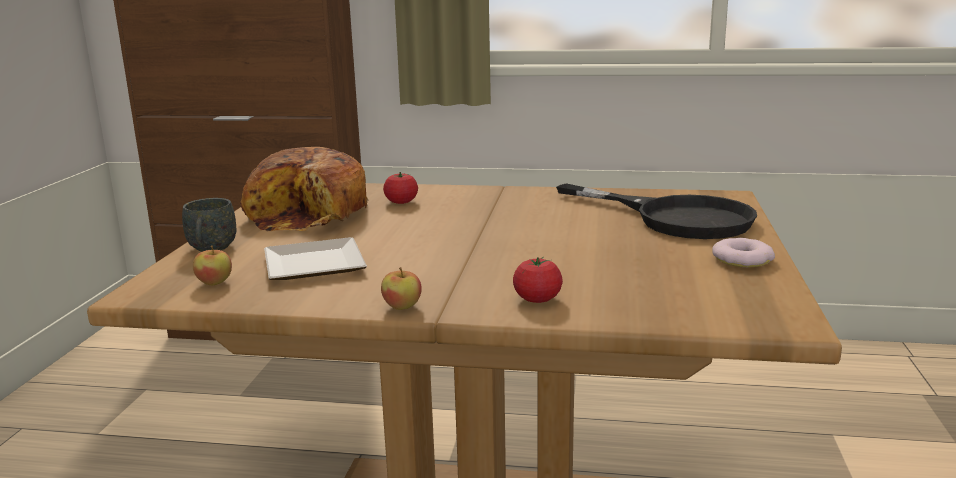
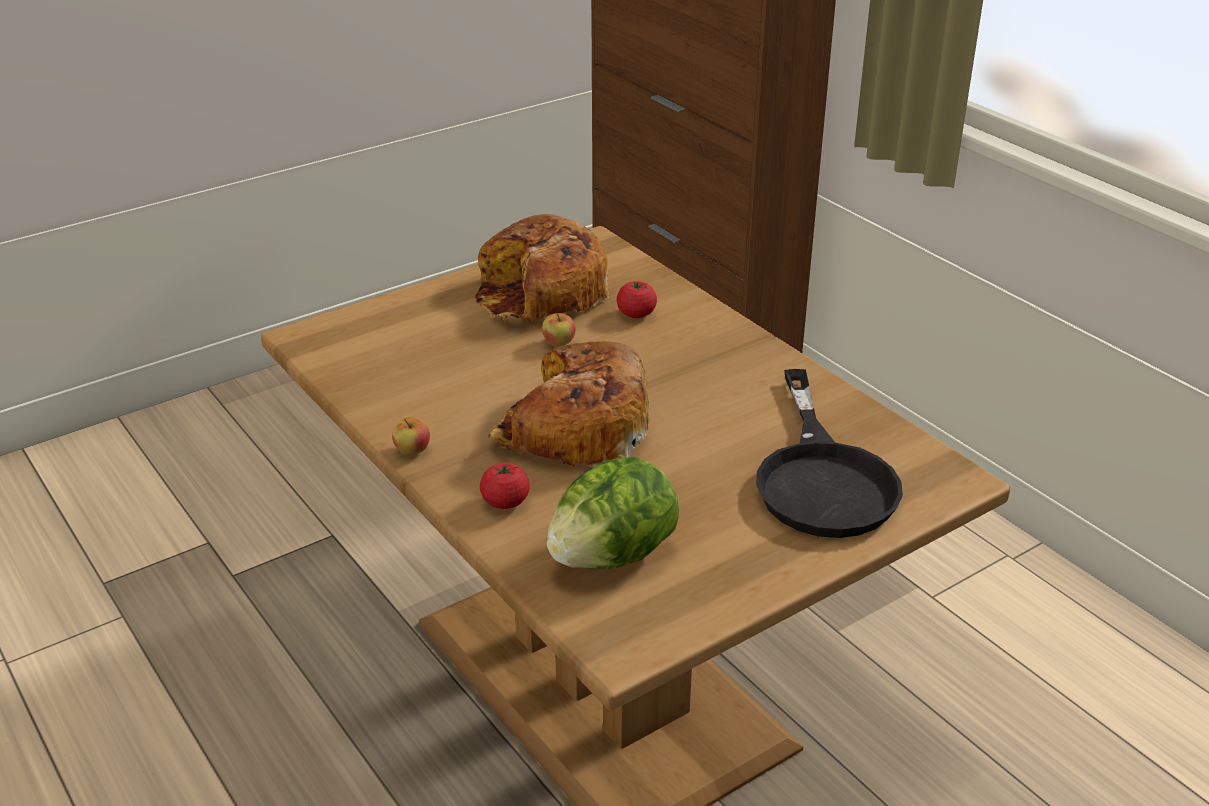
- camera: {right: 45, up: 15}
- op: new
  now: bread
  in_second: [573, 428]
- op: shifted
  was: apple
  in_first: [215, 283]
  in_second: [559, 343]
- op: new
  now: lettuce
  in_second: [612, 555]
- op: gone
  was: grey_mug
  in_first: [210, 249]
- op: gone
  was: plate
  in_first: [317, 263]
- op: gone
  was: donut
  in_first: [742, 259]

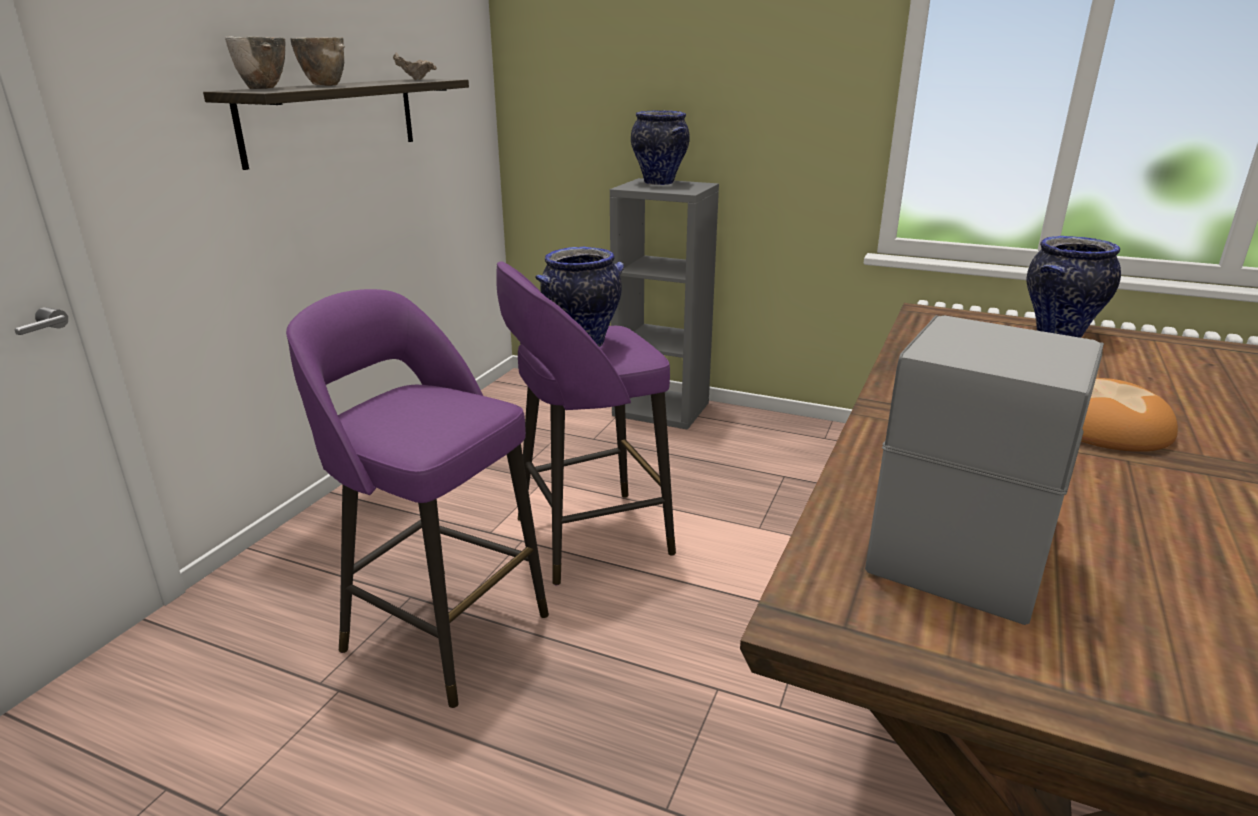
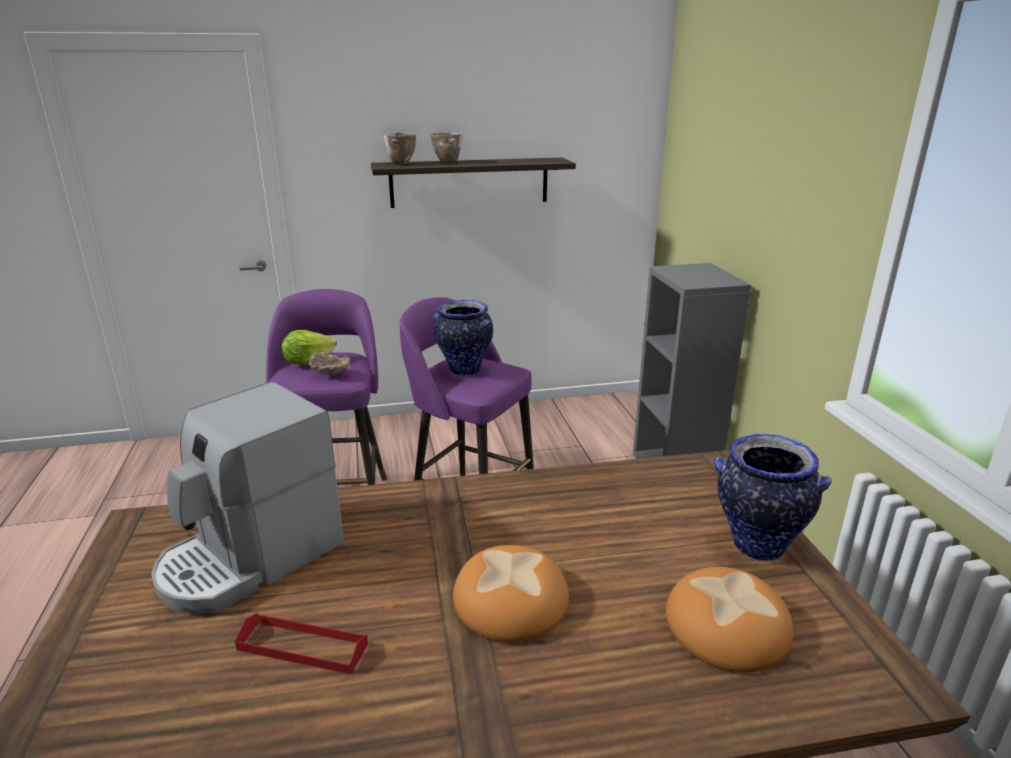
- camera: {right: 55, up: 0}
- op: rotated
  was: coffee_machine
  in_first: [967, 539]
  in_second: [250, 559]
  clockwise: 135
- op: new
  now: red_tray
  in_second: [302, 647]
- op: new
  now: lettuce
  in_second: [308, 362]
- op: shifted
  was: beige_bowl
  in_first: [416, 80]
  in_second: [331, 375]
- op: new
  now: bread
  in_second: [725, 625]
- op: gone
  was: vase
  in_first: [659, 183]

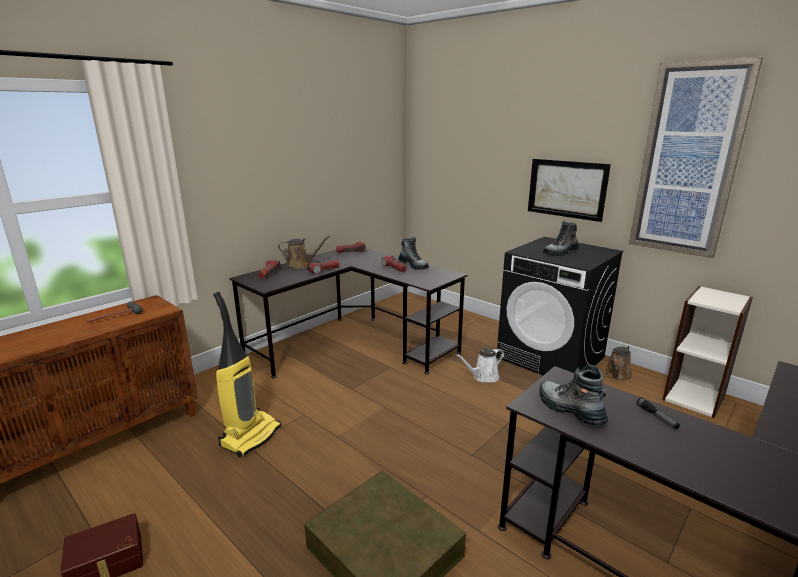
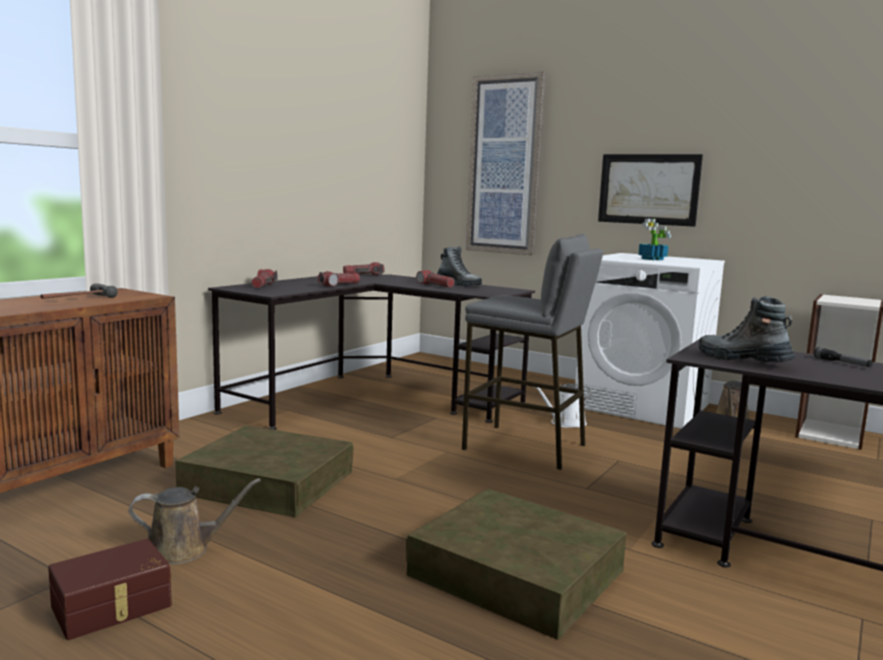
- camera: {right: -10, up: -10}
- op: shifted
  was: brown_watering_can
  in_first: [301, 265]
  in_second: [184, 550]
- op: swapped
  was: vacuum_cleaner
  now: brown_storage_box
  in_first: [250, 436]
  in_second: [268, 482]
- op: new
  now: grey_stool
  in_second: [525, 447]
- op: shifted
  was: picture
  in_first: [688, 161]
  in_second: [505, 165]
- op: repainted
  was: black_washing_machine
  now: white_washing_machine
  in_first: [551, 357]
  in_second: [643, 406]
- op: swapped
  was: boot
  now: potted_plant
  in_first: [560, 252]
  in_second: [653, 259]

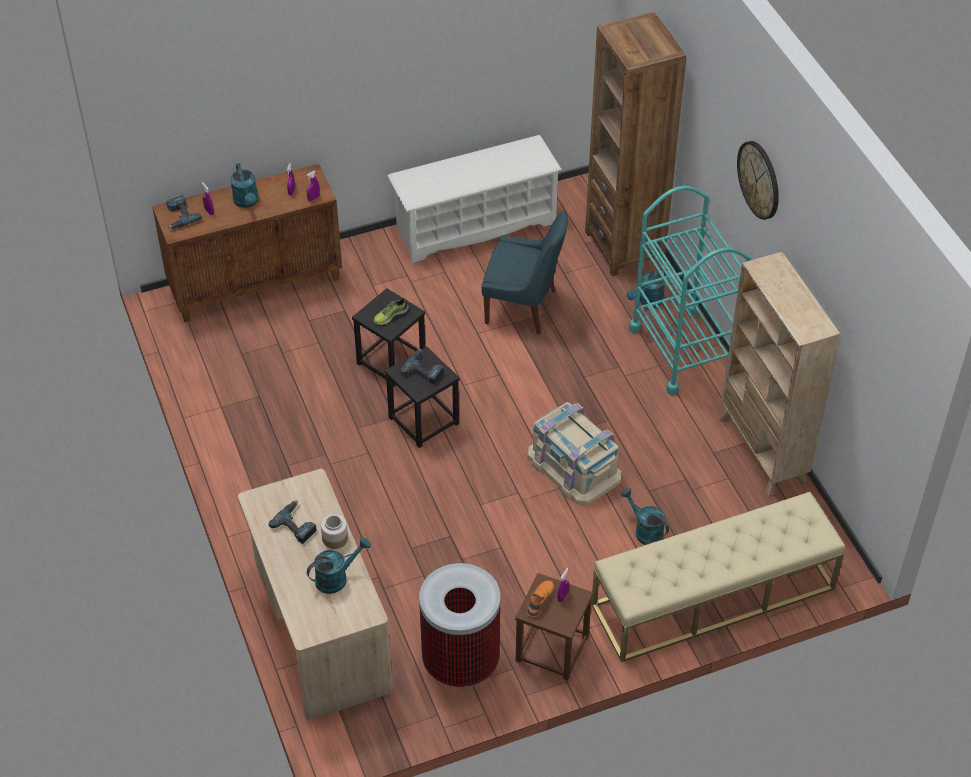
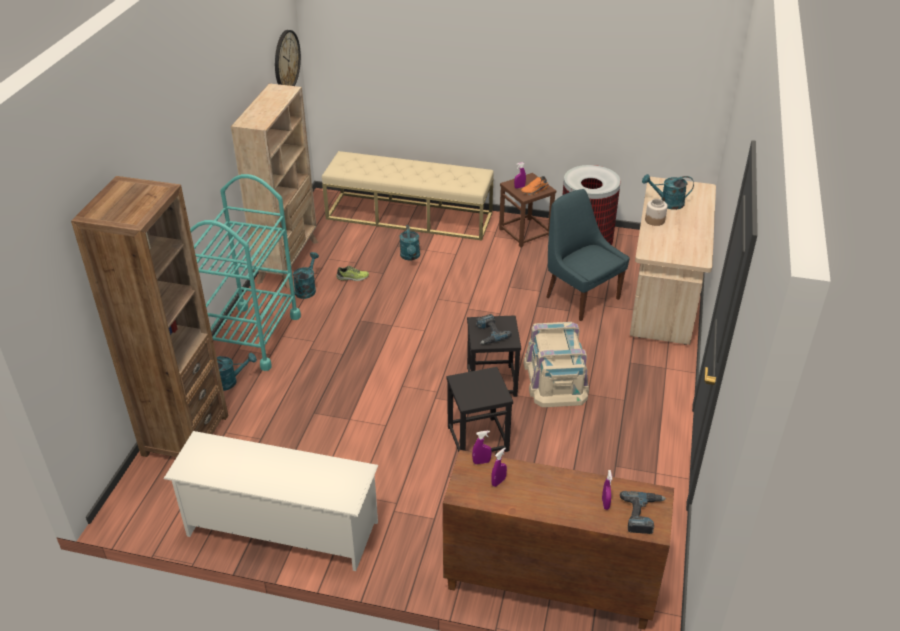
- camera: {right: -145, up: -10}
- op: shifted
  was: wall_clock
  in_first: [759, 179]
  in_second: [286, 60]
- op: shifted
  was: turquoise_watering_can
  in_first: [247, 202]
  in_second: [307, 289]
- op: shifted
  was: shoe
  in_first: [390, 315]
  in_second: [352, 278]
- op: shifted
  was: beige_storage_box
  in_first: [573, 466]
  in_second: [555, 378]
- op: shifted
  was: blue_chair
  in_first: [524, 308]
  in_second: [580, 296]
- op: gone
  was: power_drill
  in_first: [296, 524]

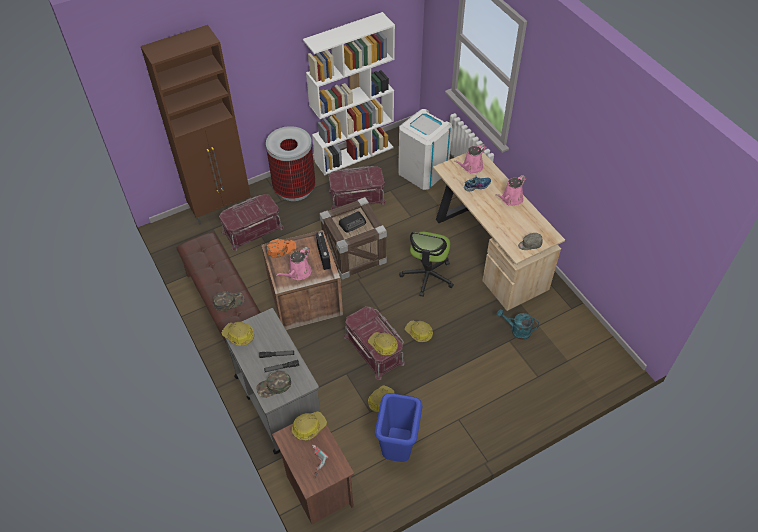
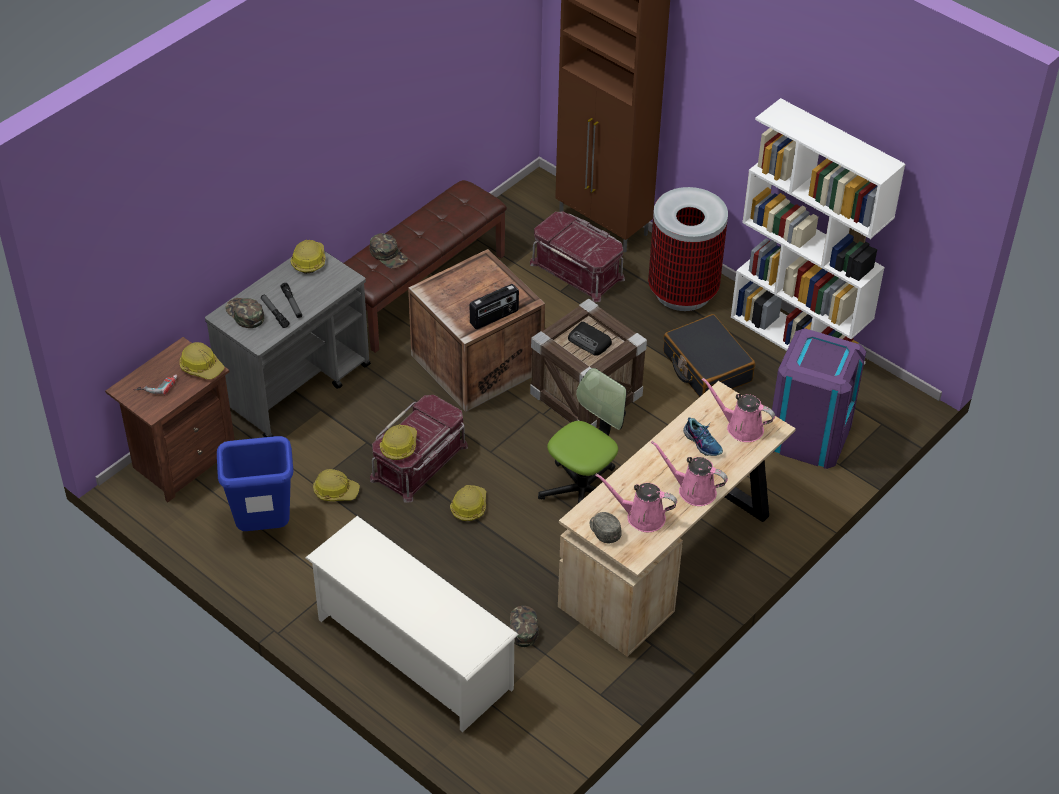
- camera: {right: 70, up: -5}
- op: new
  now: white_shoe_rack
  in_second: [413, 653]
- op: swapped
  was: turquoise_watering_can
  now: green_cap
  in_first: [517, 331]
  in_second: [523, 627]
- op: rotated
  was: office_chair
  in_first: [427, 276]
  in_second: [583, 492]
  clockwise: 135
- op: shifted
  was: pink_watering_can
  in_first: [298, 273]
  in_second: [641, 516]
- op: swapped
  was: red_storage_box
  now: black_suitcase
  in_first: [357, 196]
  in_second: [706, 367]
- op: repainted
  was: white_trash_can
  now: purple_trash_can
  in_first: [423, 171]
  in_second: [808, 435]
- op: gone
  was: orange_cap
  in_first: [281, 249]

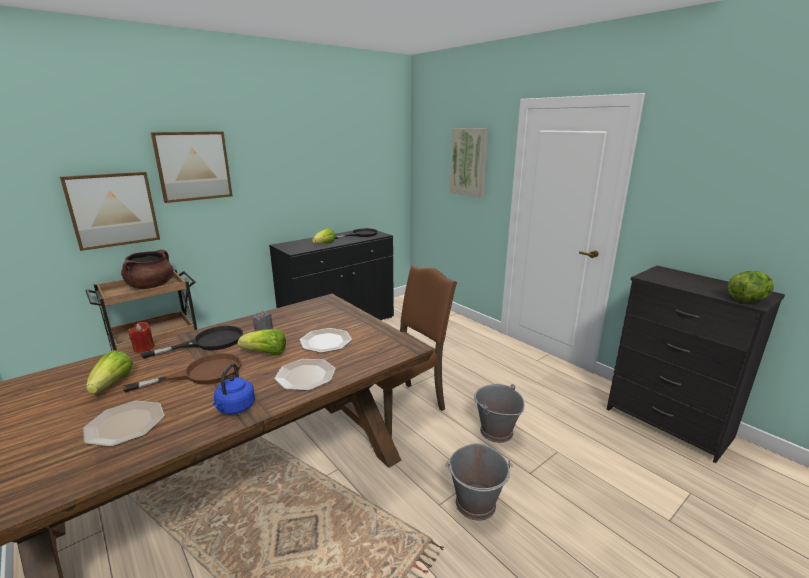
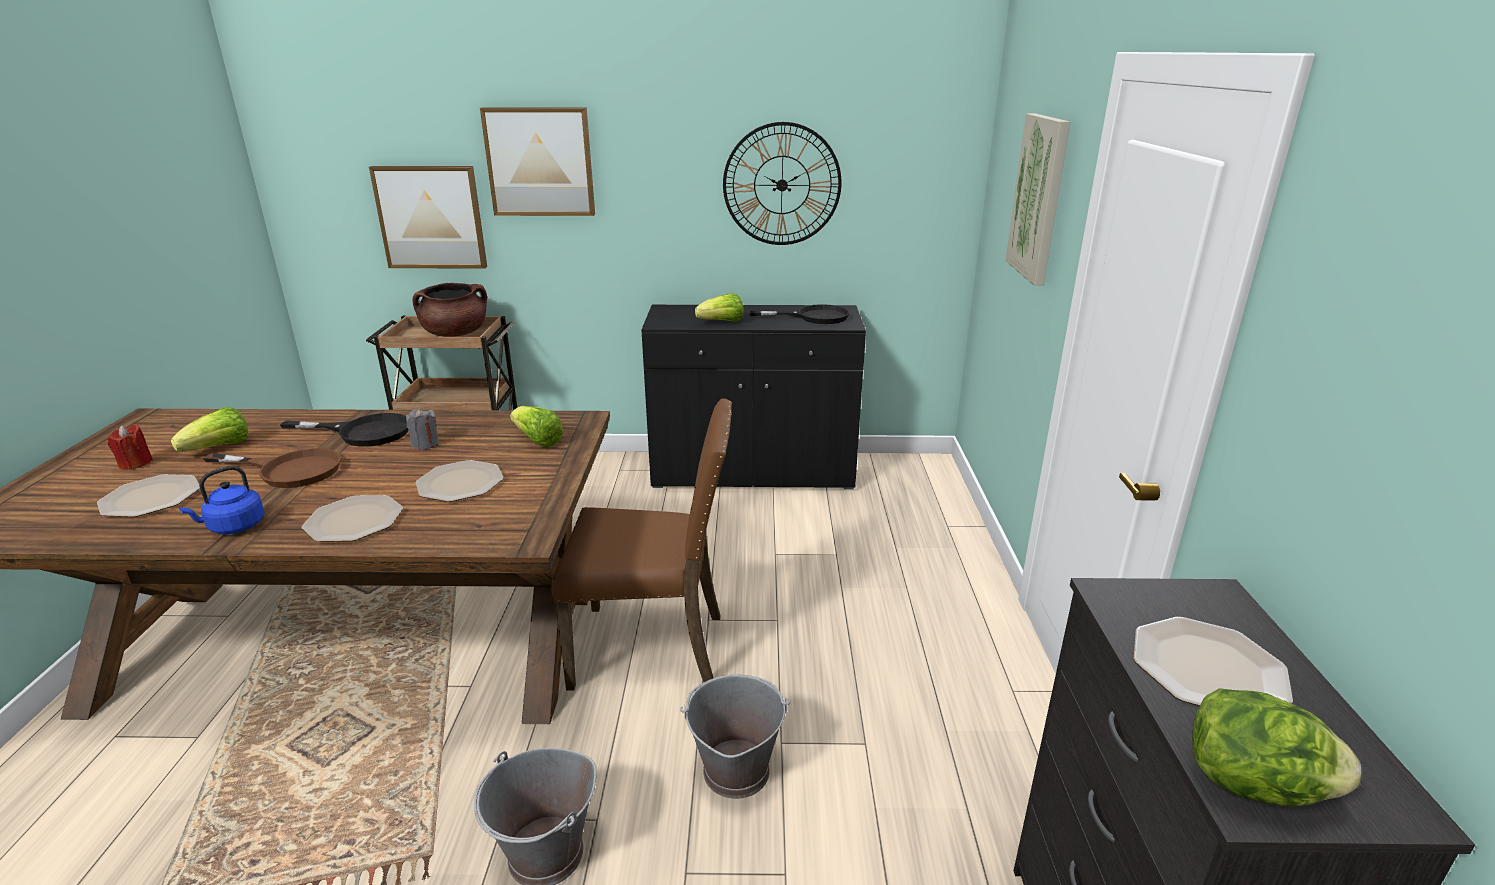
- camera: {right: 40, up: 5}
- op: shifted
  was: red_candle
  in_first: [144, 348]
  in_second: [135, 463]
- op: shifted
  was: lettuce
  in_first: [266, 353]
  in_second: [537, 441]
- op: new
  now: wall_clock
  in_second: [782, 185]
- op: new
  now: plate
  in_second: [1206, 667]

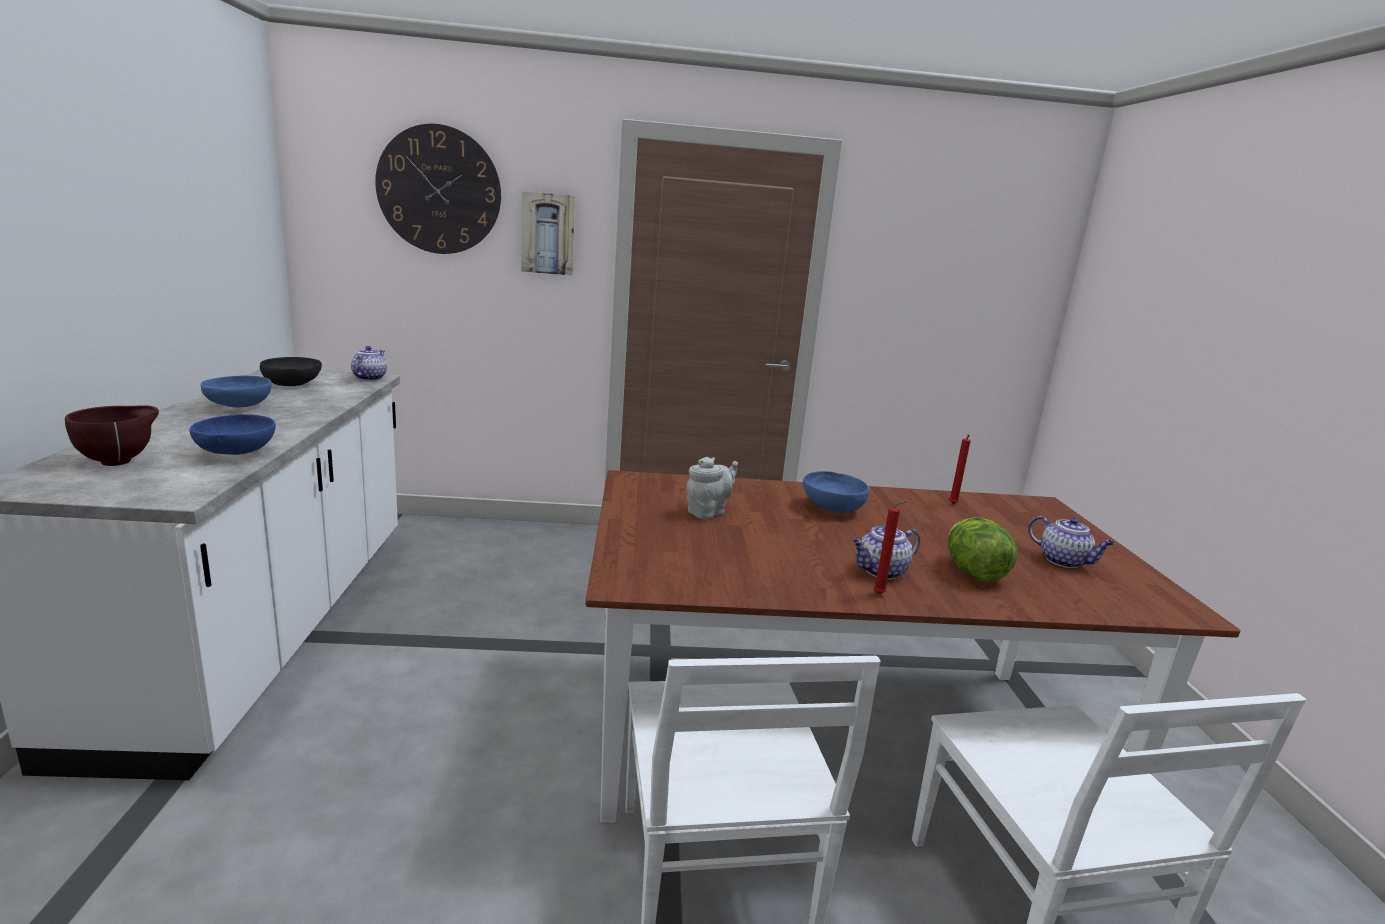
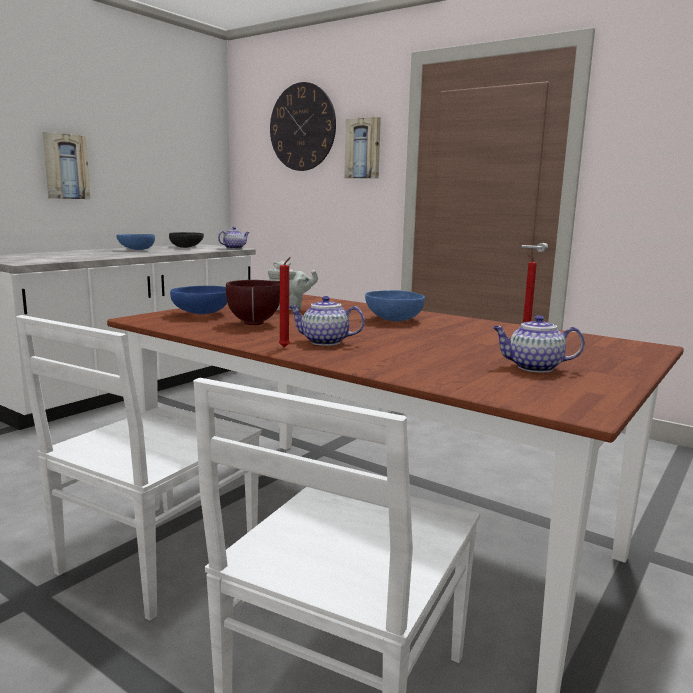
- camera: {right: 40, up: -5}
- op: new
  now: picture
  in_second: [65, 166]
- op: shifted
  was: blue_bowl
  in_first: [237, 453]
  in_second: [201, 314]
- op: shifted
  was: brown_bowl
  in_first: [121, 461]
  in_second: [257, 323]
- op: rotated
  was: teapot
  in_first: [1064, 561]
  in_second: [533, 367]
  clockwise: 105
- op: gone
  was: lettuce
  in_first: [973, 573]

